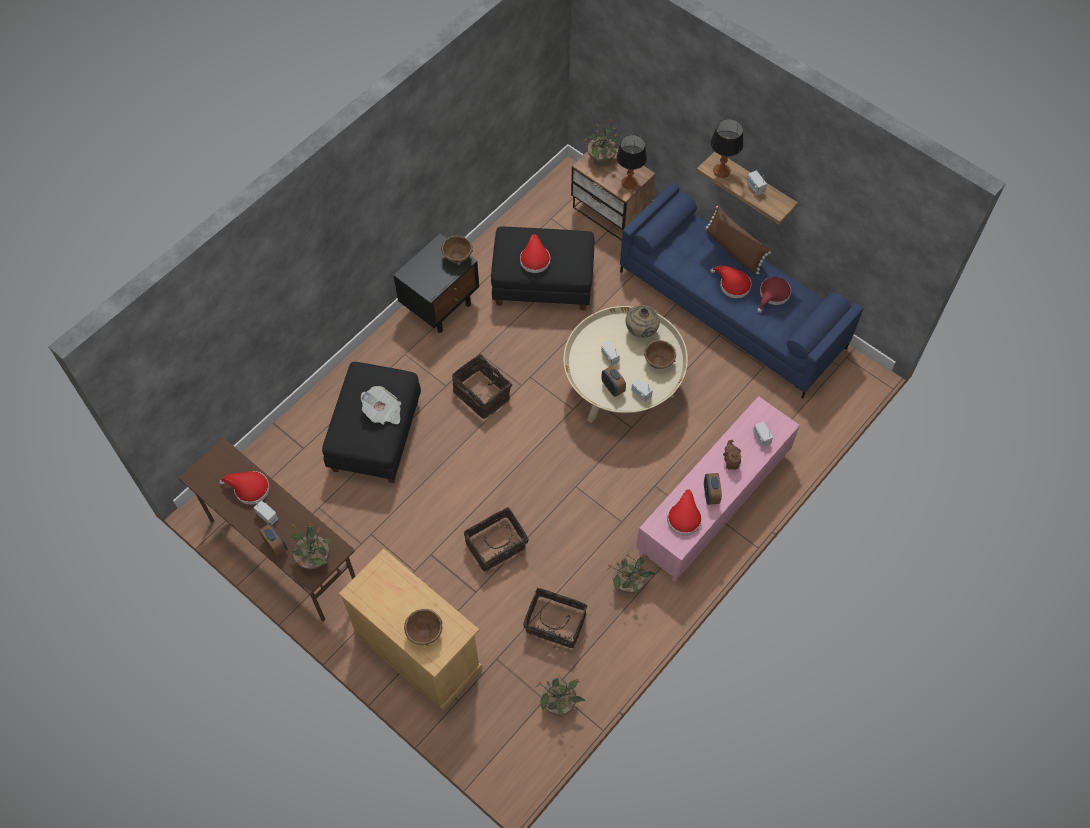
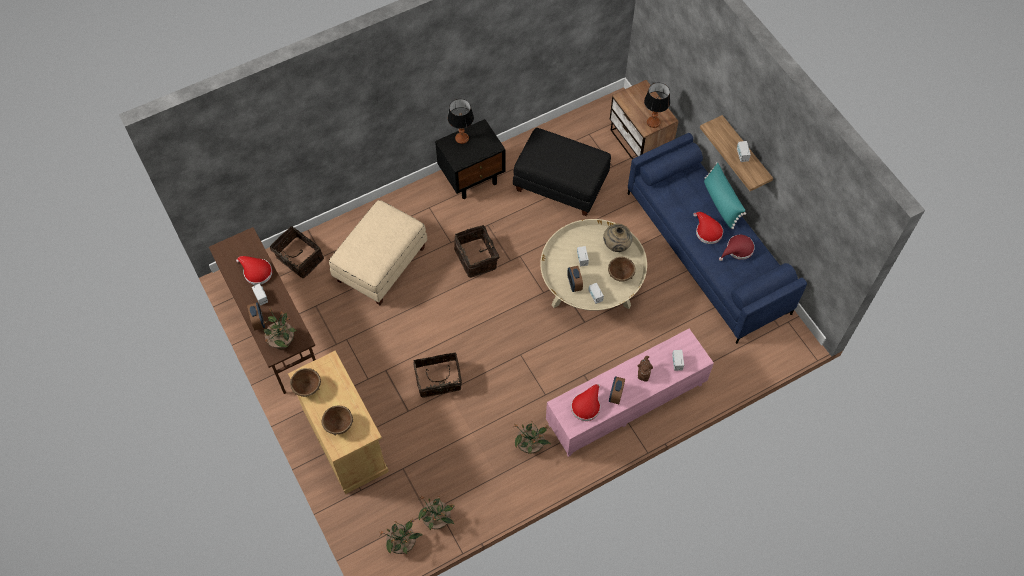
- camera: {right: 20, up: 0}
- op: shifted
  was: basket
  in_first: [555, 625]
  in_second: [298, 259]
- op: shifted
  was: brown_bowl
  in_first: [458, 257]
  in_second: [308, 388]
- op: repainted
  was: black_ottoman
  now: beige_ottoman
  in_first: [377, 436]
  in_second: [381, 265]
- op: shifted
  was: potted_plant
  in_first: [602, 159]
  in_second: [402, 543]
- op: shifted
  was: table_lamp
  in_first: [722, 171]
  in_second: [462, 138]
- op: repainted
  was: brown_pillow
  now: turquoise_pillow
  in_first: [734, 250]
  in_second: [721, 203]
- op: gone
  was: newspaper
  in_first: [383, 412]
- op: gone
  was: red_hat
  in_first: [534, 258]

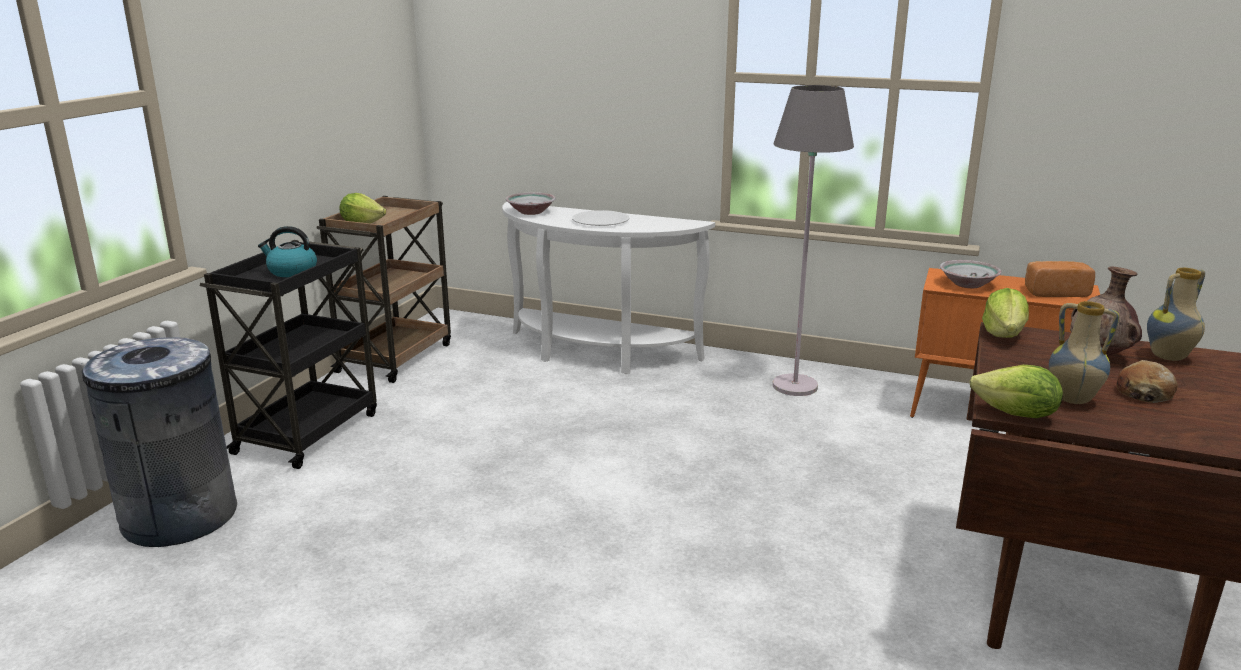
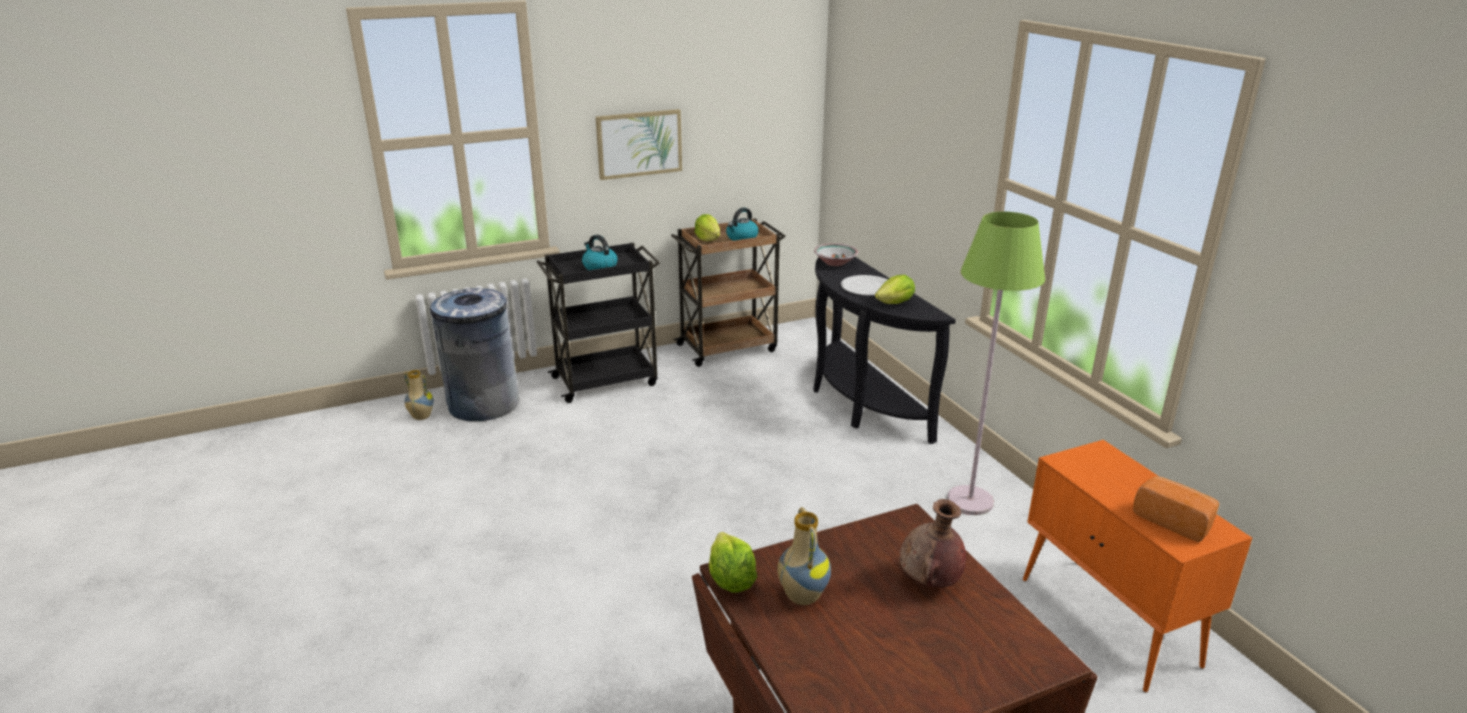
- camera: {right: 45, up: 5}
- op: shifted
  was: vase
  in_first: [1169, 357]
  in_second: [421, 417]
- op: new
  now: picture
  in_second: [639, 144]
- op: new
  now: kettle
  in_second: [741, 238]
- op: repainted
  was: white_console_table
  now: black_console_table
  in_first: [596, 355]
  in_second: [859, 402]
- op: shifted
  was: lettuce
  in_first: [1004, 334]
  in_second: [895, 303]
- op: repainted
  was: grey_floor_lamp
  now: green_floor_lamp
  in_first: [795, 386]
  in_second: [970, 501]
- op: gone
  was: bowl
  in_first: [968, 284]
- op: gone
  was: bread
  in_first: [1144, 393]

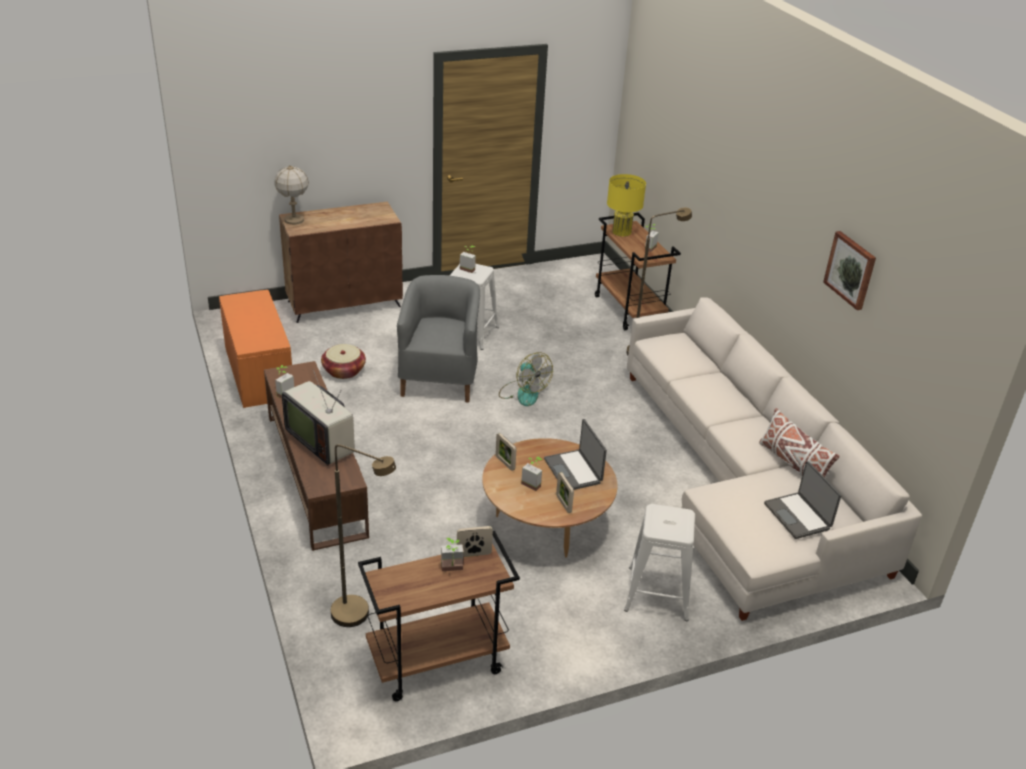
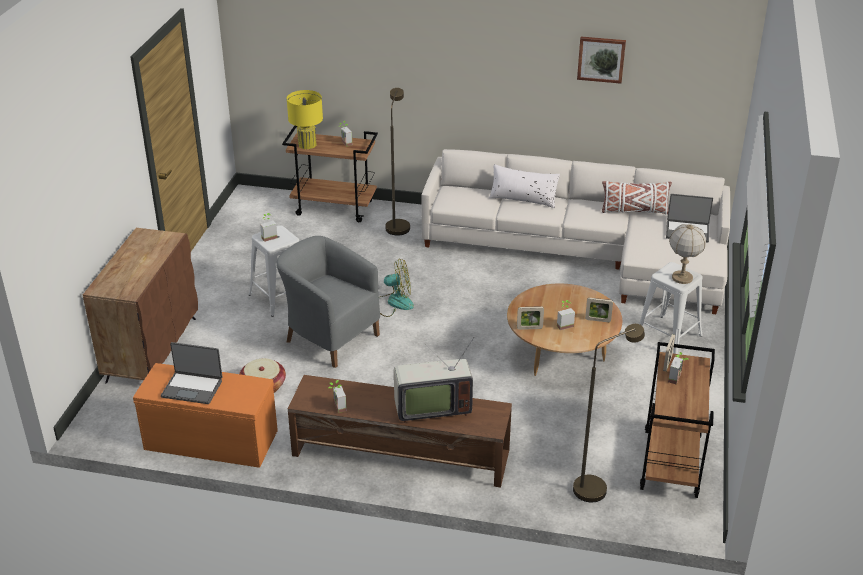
- camera: {right: -55, up: 0}
- op: shifted
  was: laptop
  in_first: [574, 471]
  in_second: [192, 388]
- op: new
  now: white_pillow
  in_second: [523, 199]
- op: shifted
  was: table_lamp
  in_first: [294, 220]
  in_second: [682, 278]

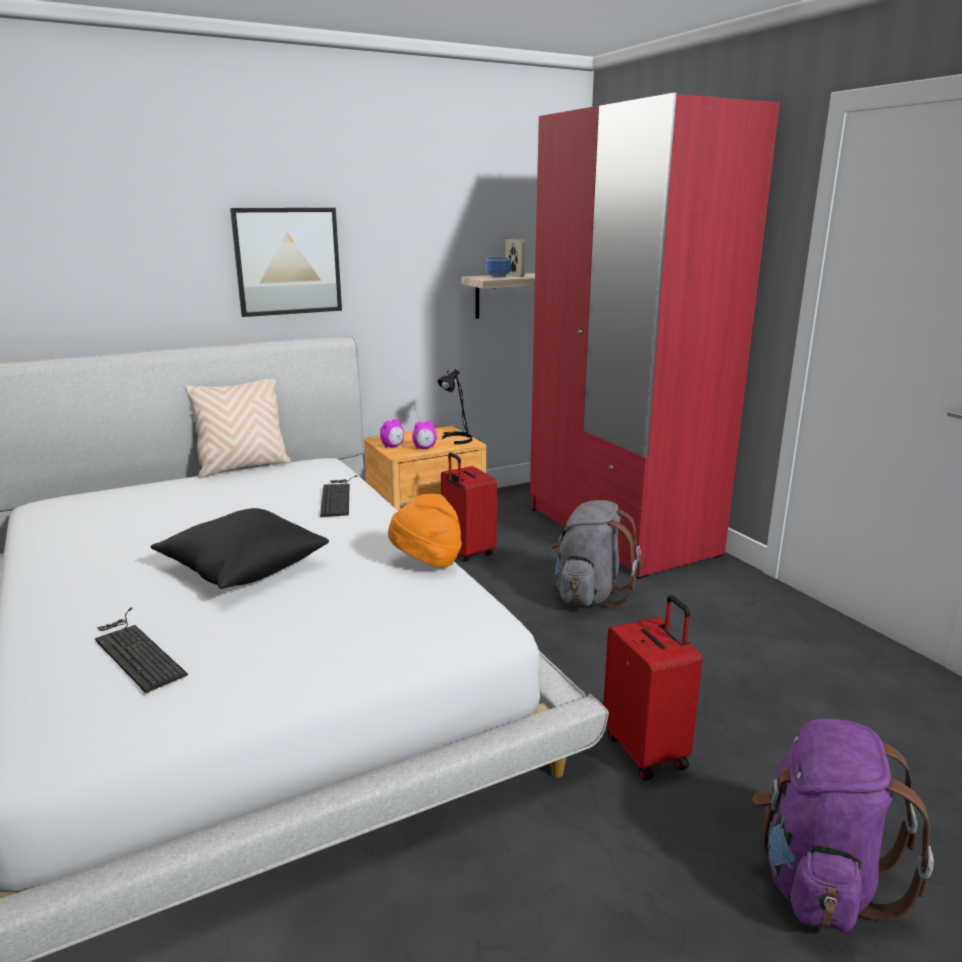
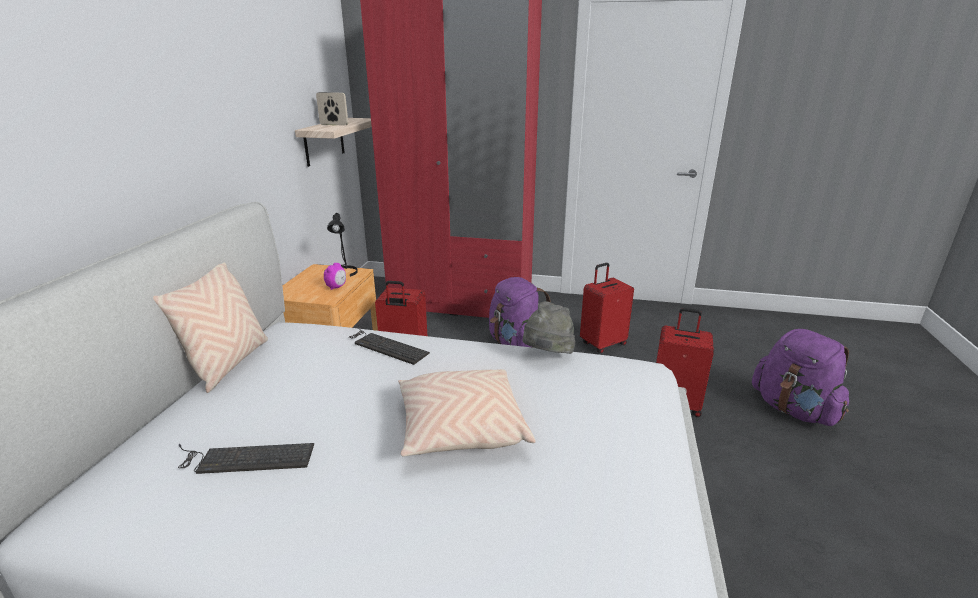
- camera: {right: -50, up: 5}
- op: shifted
  was: keyboard
  in_first: [136, 650]
  in_second: [243, 458]
- op: repainted
  was: black_pillow
  now: beige_pillow
  in_first: [242, 567]
  in_second: [461, 428]
- op: repainted
  was: grey_backpack
  now: purple_backpack
  in_first: [589, 594]
  in_second: [515, 344]
- op: repainted
  was: orange_hat
  now: grey_hat
  in_first: [426, 562]
  in_second: [547, 355]
- op: new
  now: red_suitcase
  in_second: [602, 344]
- op: gone
  was: picture
  in_first: [288, 261]
- op: gone
  was: alarm_clock
  in_first: [392, 447]
- op: gone
  was: bowl
  in_first: [499, 276]

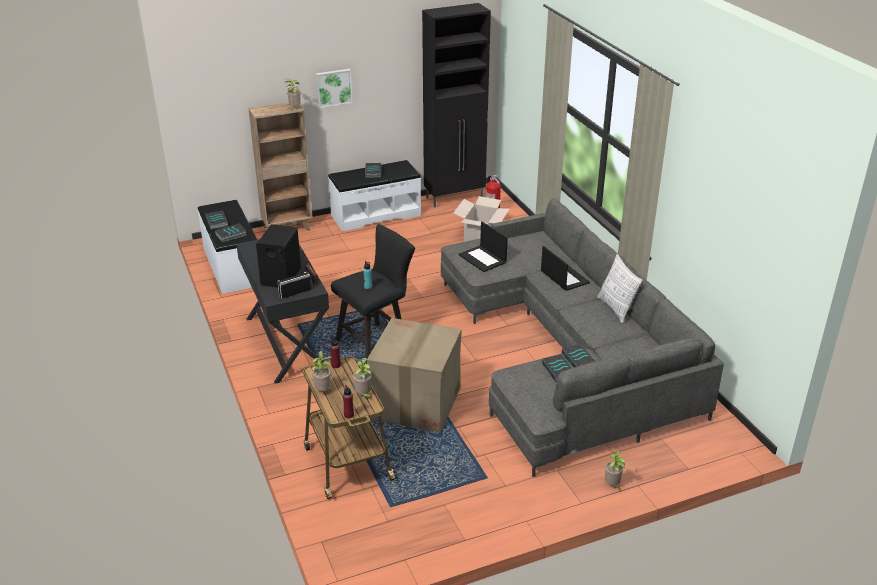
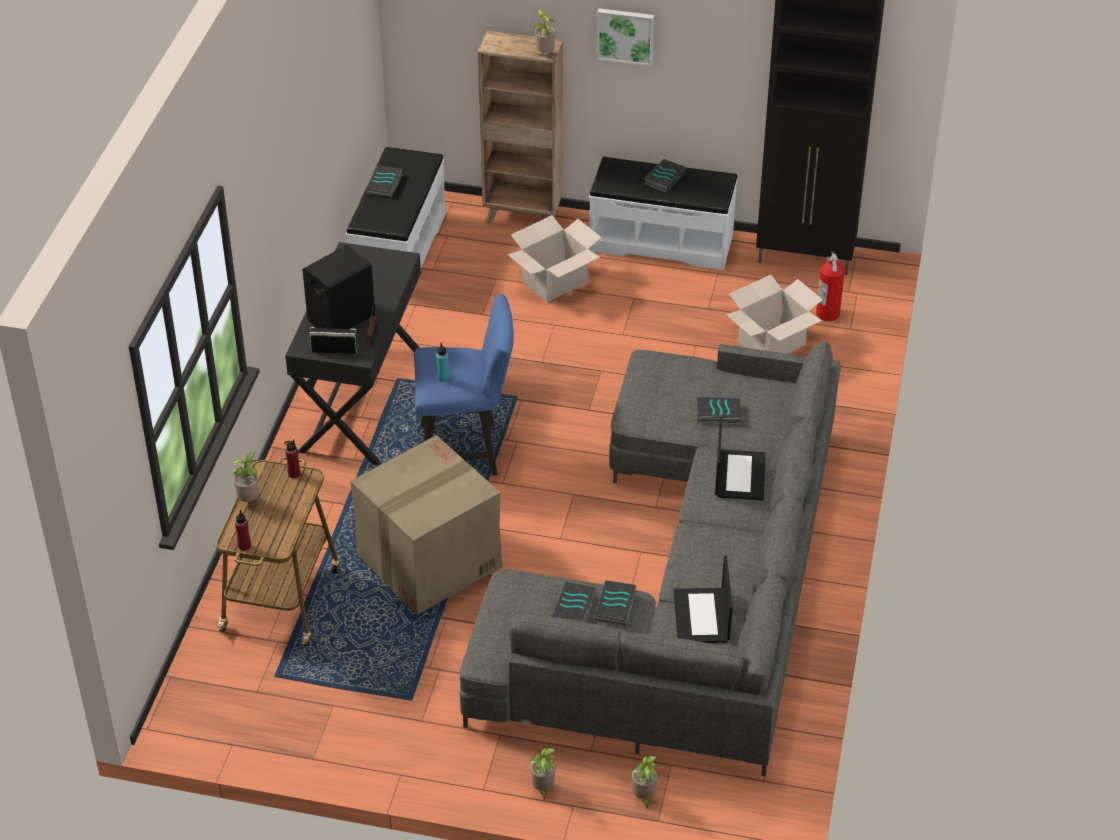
- camera: {right: 35, up: 10}
- op: repainted
  was: black_stool
  now: blue_stool
  in_first: [376, 342]
  in_second: [466, 450]
- op: new
  now: cardboard_box
  in_second: [554, 281]
- op: shifted
  was: potted_plant
  in_first: [363, 395]
  in_second: [643, 797]
- op: shifted
  was: laptop
  in_first: [483, 259]
  in_second: [702, 617]
- op: shifted
  was: book
  in_first: [231, 235]
  in_second: [717, 414]
- op: gone
  was: pillow
  in_first: [616, 309]

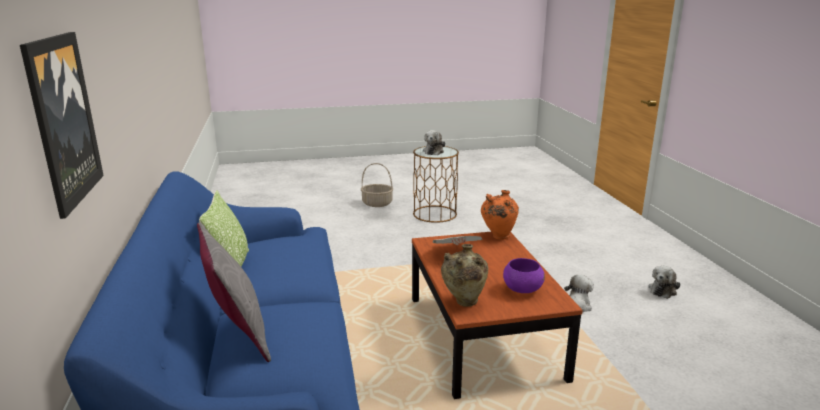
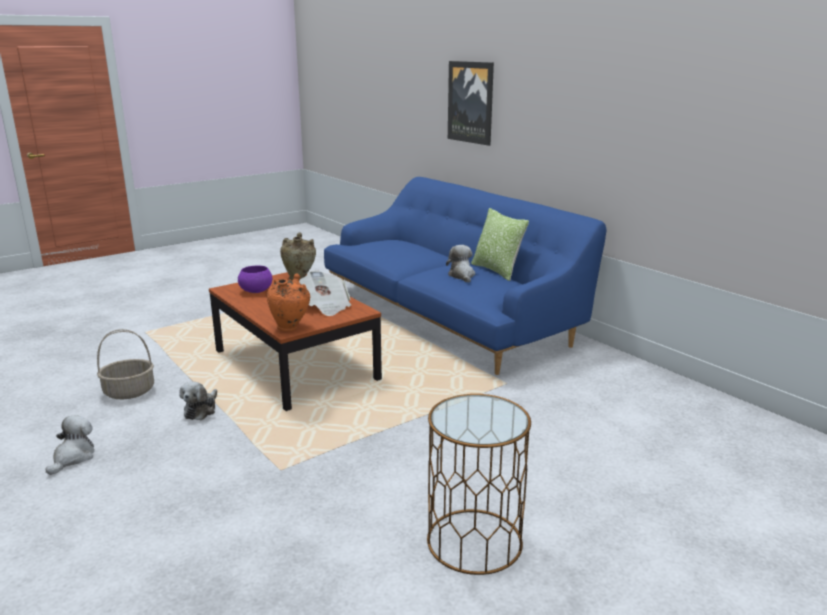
- camera: {right: 155, up: 0}
- op: shifted
  was: basket
  in_first: [376, 203]
  in_second: [130, 391]
- op: shifted
  was: plush_toy
  in_first: [434, 151]
  in_second: [462, 276]
- op: gone
  was: grey_pillow
  in_first: [238, 336]

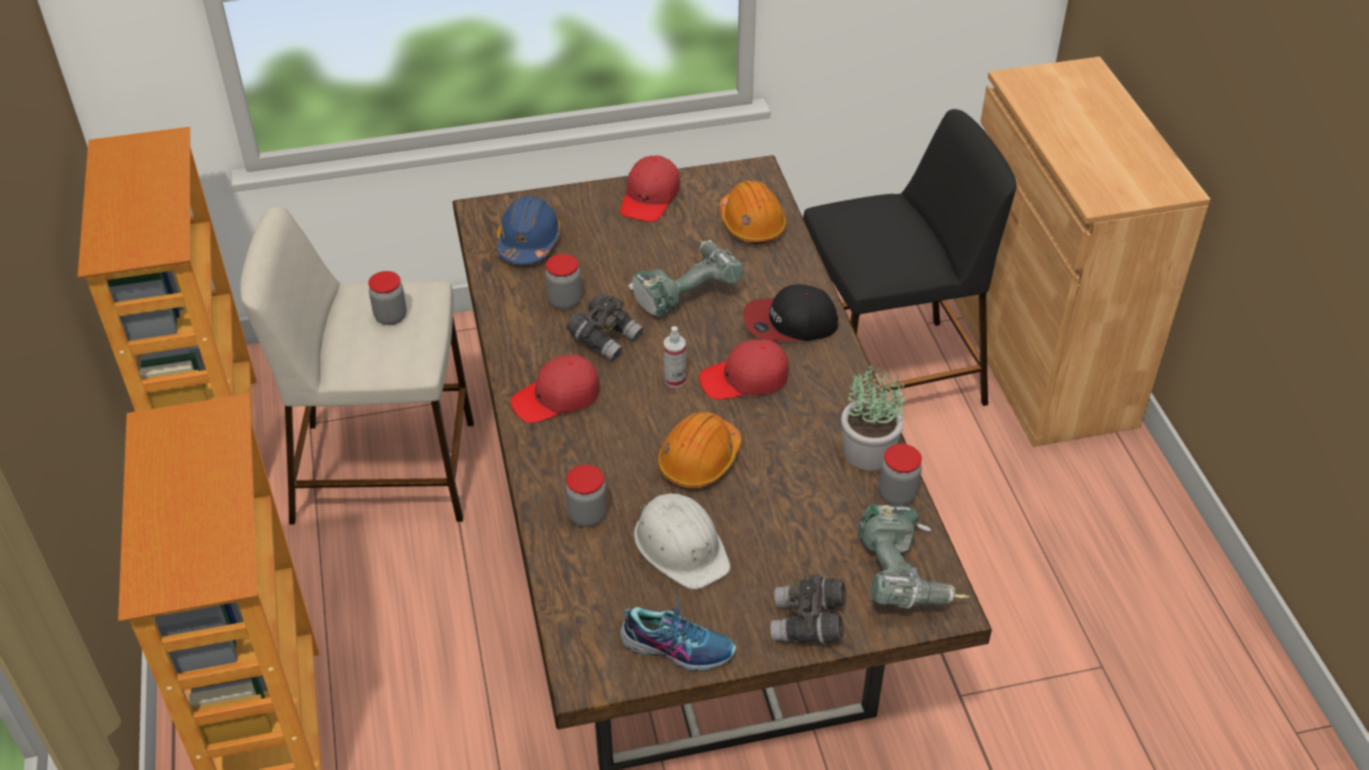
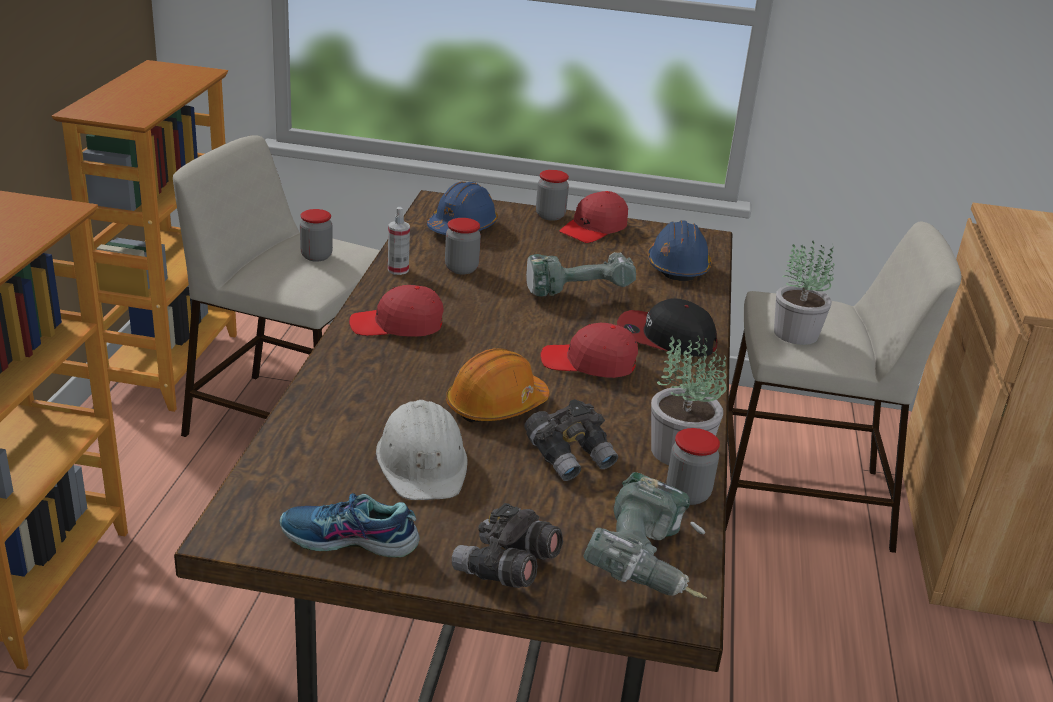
- camera: {right: 20, up: -15}
- op: rotated
  was: shoe
  in_first: [677, 647]
  in_second: [349, 540]
  clockwise: 150
- op: shifted
  was: spray_bottle
  in_first: [675, 380]
  in_second: [398, 270]
- op: shifted
  was: grey_binoculars
  in_first: [606, 338]
  in_second: [570, 456]
- op: shifted
  was: jar
  in_first: [587, 515]
  in_second: [550, 216]
- op: repainted
  was: orange_hard_hat
  now: blue_hard_hat
  in_first: [751, 224]
  in_second: [677, 266]
- op: repainted
  was: black_stool
  now: beige_stool
  in_first: [887, 378]
  in_second: [797, 499]
- op: new
  now: potted_plant
  in_second: [796, 333]

